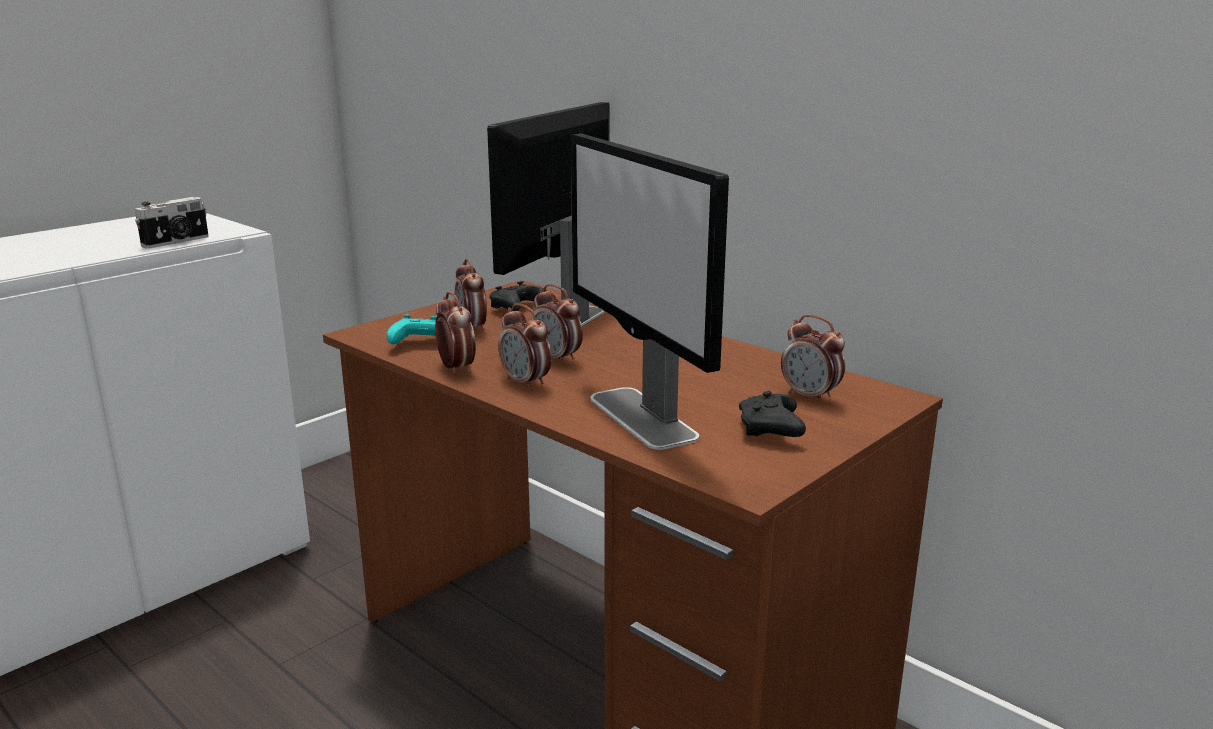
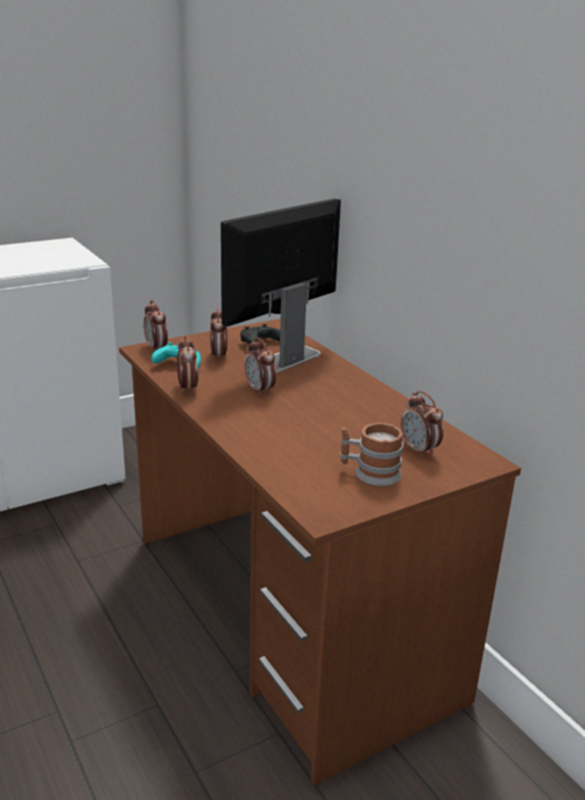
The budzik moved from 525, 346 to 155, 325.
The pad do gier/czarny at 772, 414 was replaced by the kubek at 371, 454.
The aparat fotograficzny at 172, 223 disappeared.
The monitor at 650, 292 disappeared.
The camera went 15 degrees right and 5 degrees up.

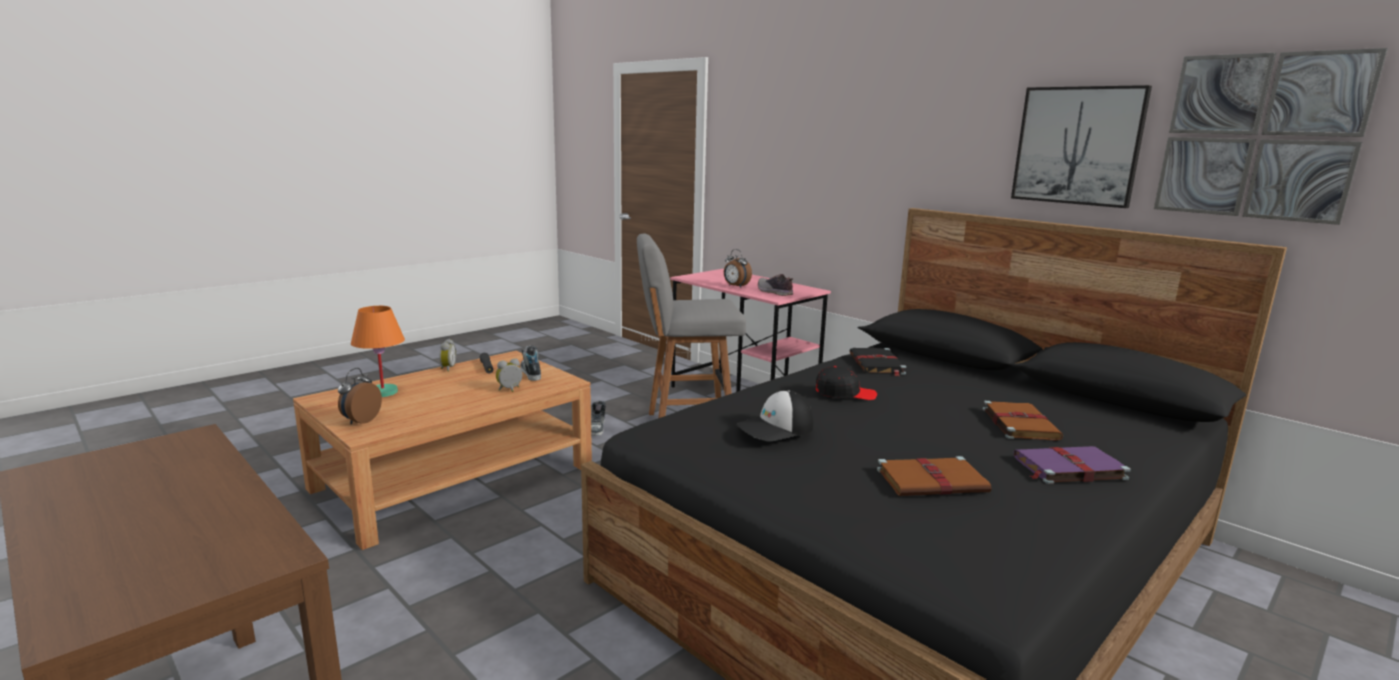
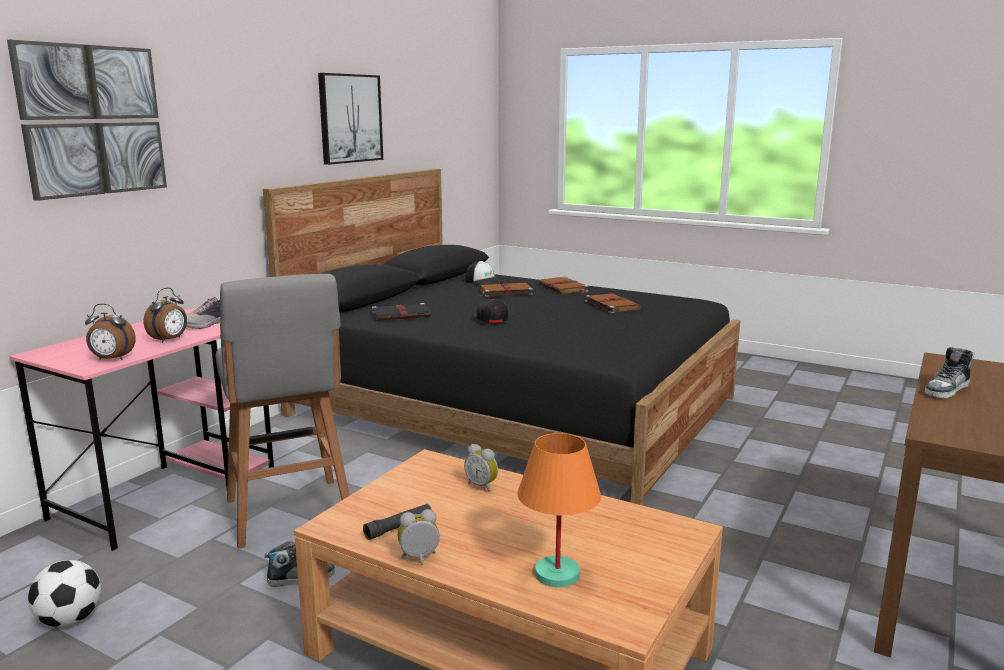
The obraz moved from 1271, 136 to 87, 120.
The piłka futbolowa at 64, 593 appeared.
The budzik moved from 360, 396 to 110, 332.
The czapka z daszkiem moved from 774, 416 to 484, 273.
The książka/fioletowy at 1072, 465 became the książka/brązowy at 563, 285.
The but moved from 530, 363 to 949, 373.
The camera went 105 degrees left and 0 degrees up.

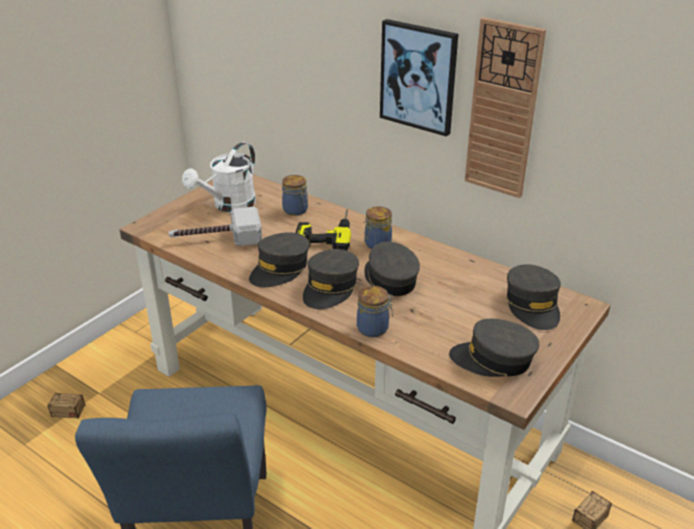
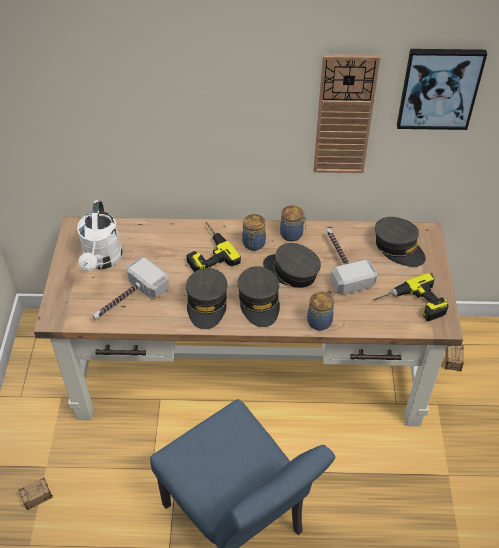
The słoik moved from 295, 195 to 293, 223.
The młotek at 351, 261 appeared.
The czapka z daszkiem/szary at 494, 348 was replaced by the wiertarka at 411, 297.
The obraz moved from 419, 78 to 442, 89.
The camera went 35 degrees left and 15 degrees up.

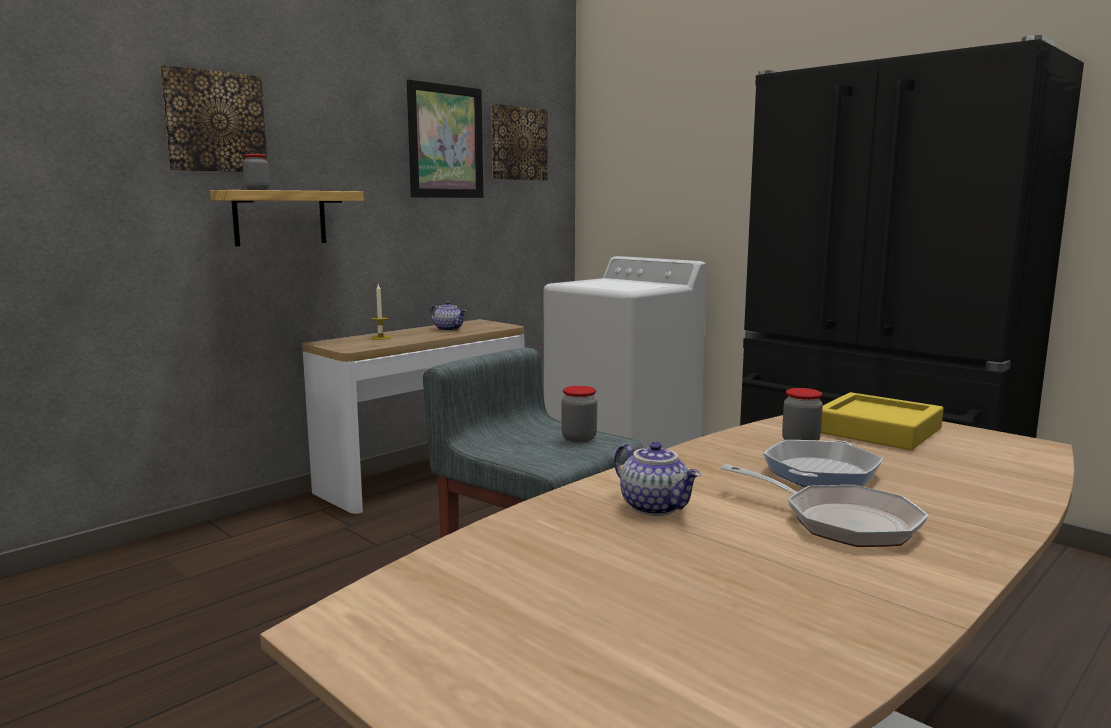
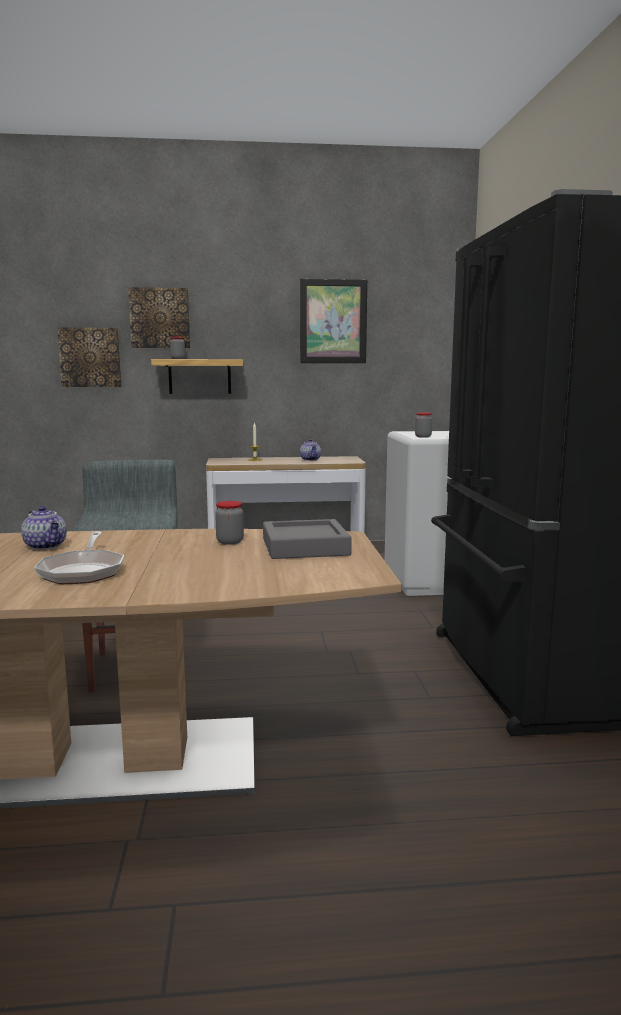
The imbryk at 657, 479 turned 45 degrees counterclockwise.
The obraz moved from 519, 142 to 89, 357.
The taca/żółty at 882, 421 became the taca/szary at 307, 539.
The słoik moved from 579, 414 to 423, 425.
The patelnia at 823, 463 disappeared.
The camera went 40 degrees right and 0 degrees up.

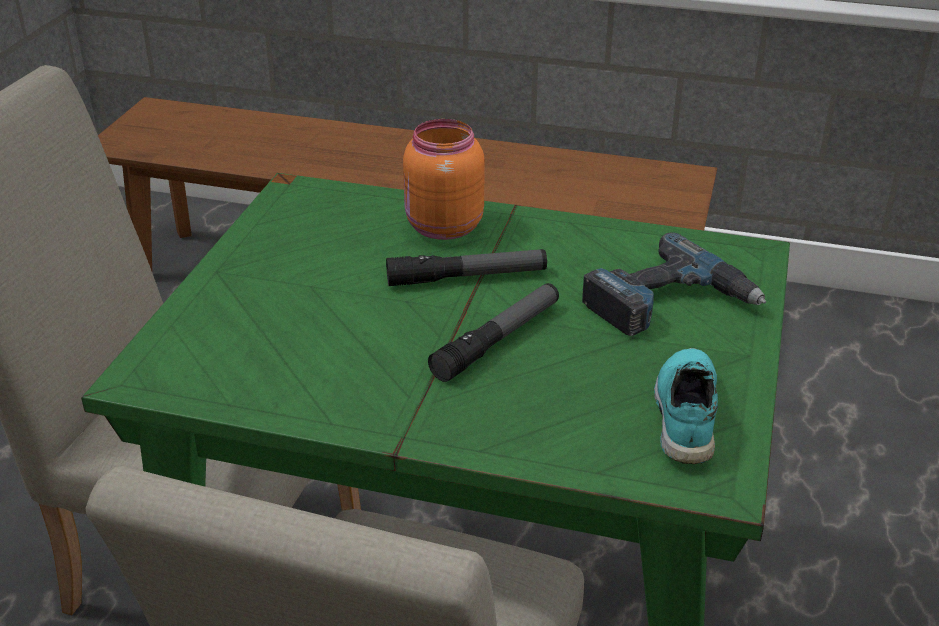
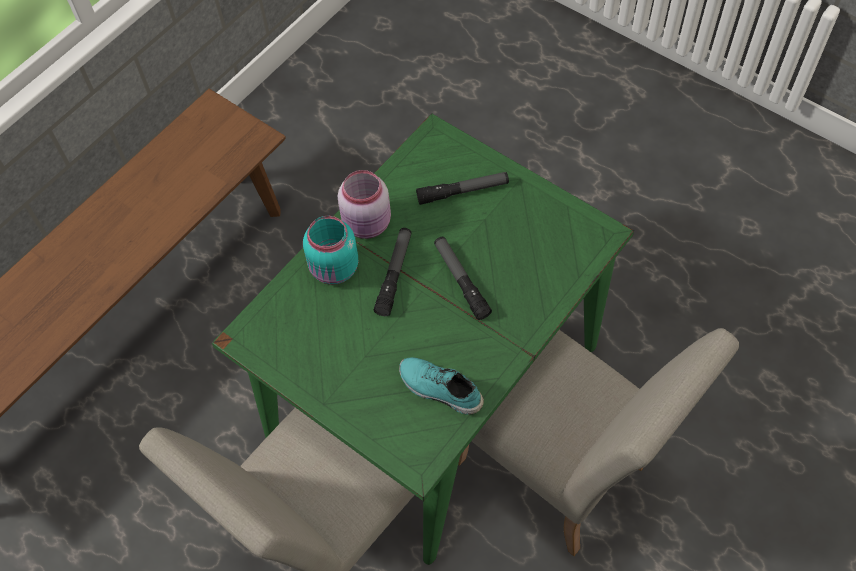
The słoik/pomarańczowy at 444, 179 became the słoik/turkusowy at 330, 250.
The słoik/różowy at 364, 204 appeared.
The but/turkusowy moved from 686, 406 to 441, 386.
The wiertarka at 674, 284 was replaced by the latarka at 462, 188.
The camera went 65 degrees left and 25 degrees up.

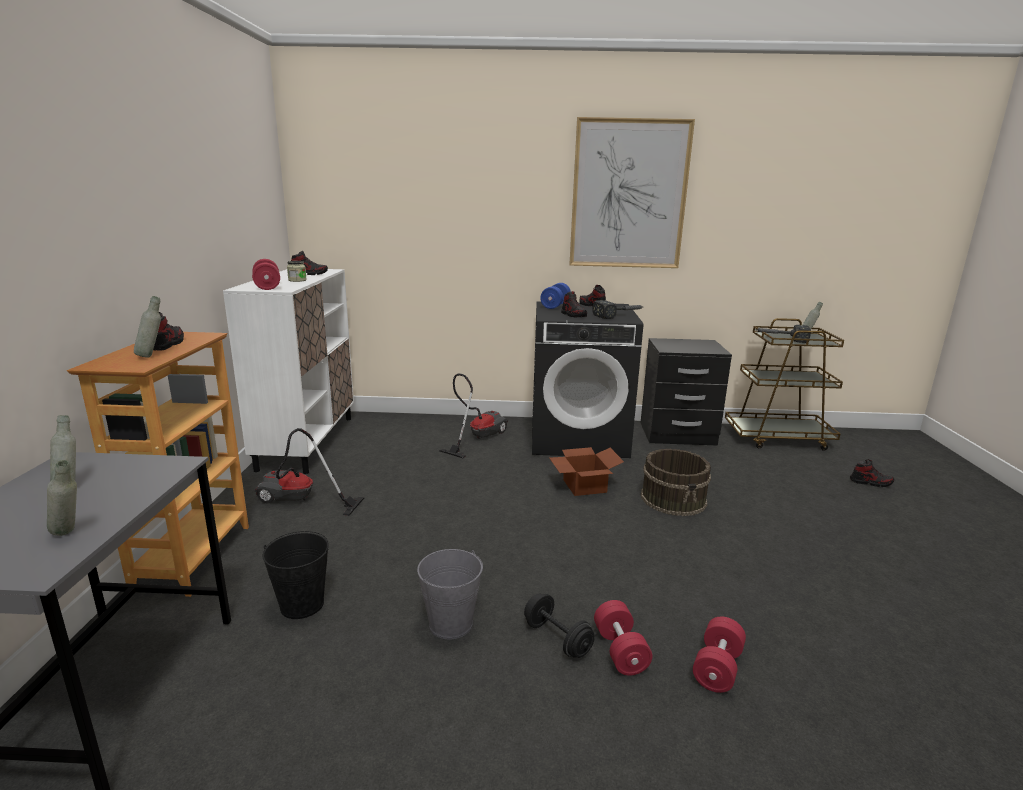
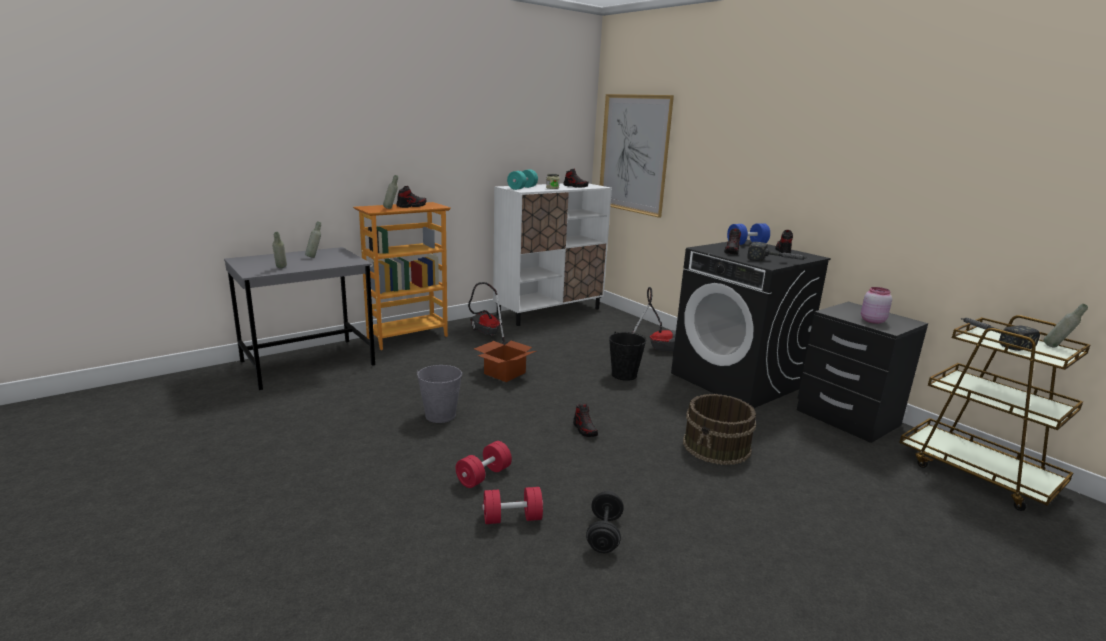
The karton moved from 586, 471 to 505, 361.
The hantel/czerwony at 266, 274 became the hantel/turkusowy at 522, 179.
The but moved from 872, 473 to 585, 420.
The hantel/czarny moved from 559, 626 to 605, 522.
The obraz moved from 632, 192 to 637, 156.
The wiadro/czarny moved from 295, 575 to 628, 356.
The słoik/różowy at 876, 305 appeared.
The camera went 50 degrees right and 0 degrees up.

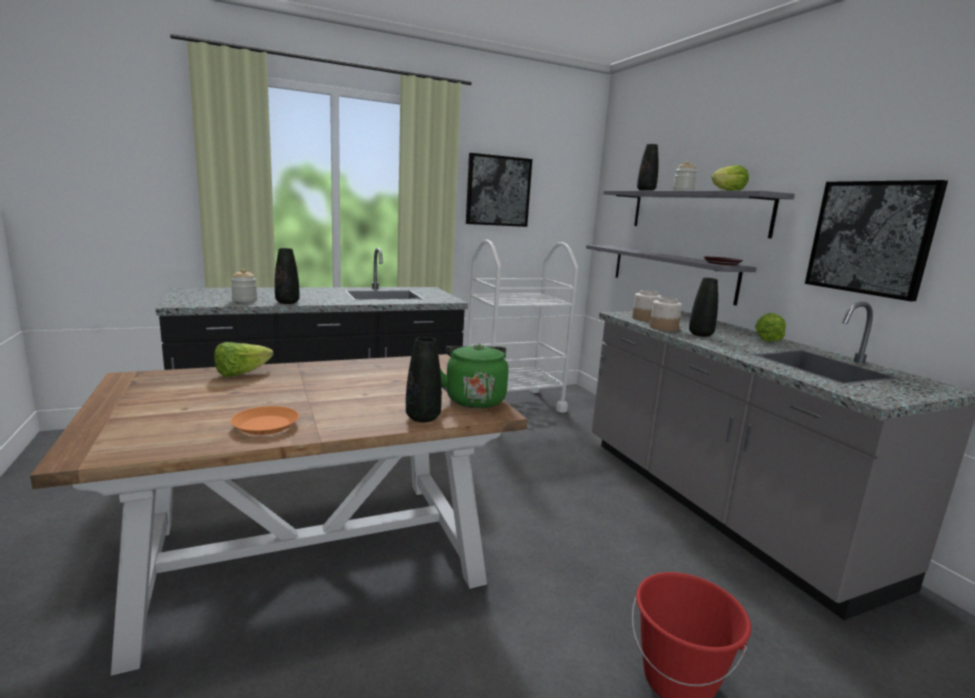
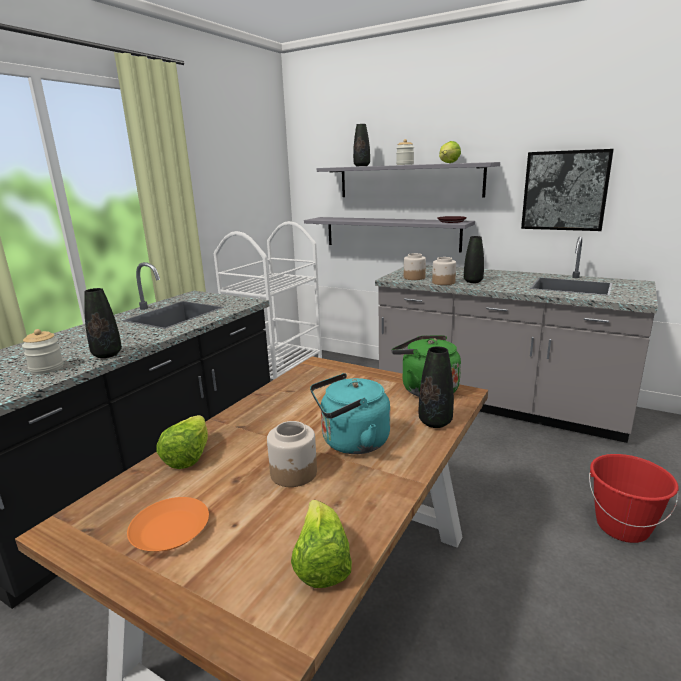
The talerz/pomarańczowy moved from 265, 420 to 168, 524.
The słoik at 292, 454 appeared.
The sałata moved from 770, 327 to 321, 544.
The czajnik/turkusowy at 350, 413 appeared.
The obraz at 499, 190 disappeared.
The camera went 35 degrees left and 5 degrees up.

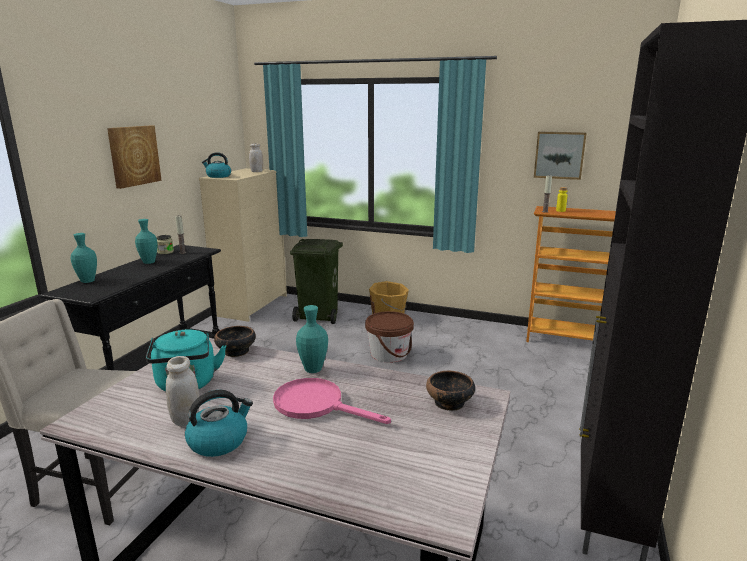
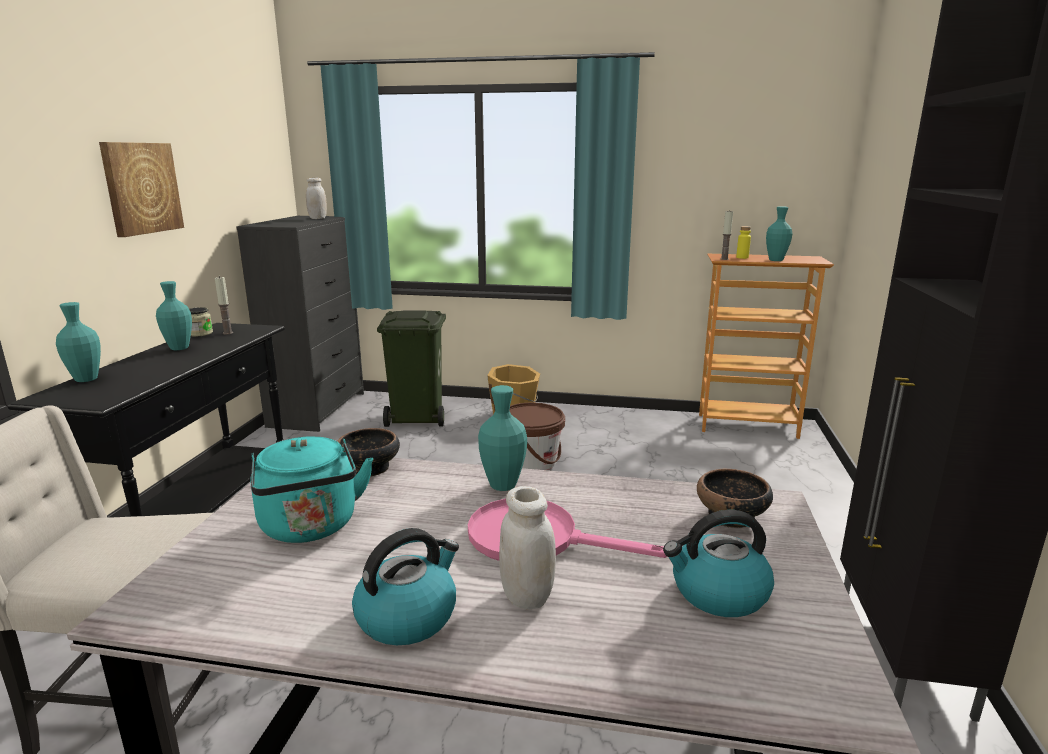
The komoda/beżowy at 243, 245 became the komoda/czarny at 300, 324.
The słoik/biały moved from 182, 391 to 527, 547.
The czajnik moved from 216, 165 to 718, 563.
The wazon/turkusowy at 779, 233 appeared.
The obraz at 560, 156 disappeared.
The camera went 10 degrees left and 0 degrees up.

